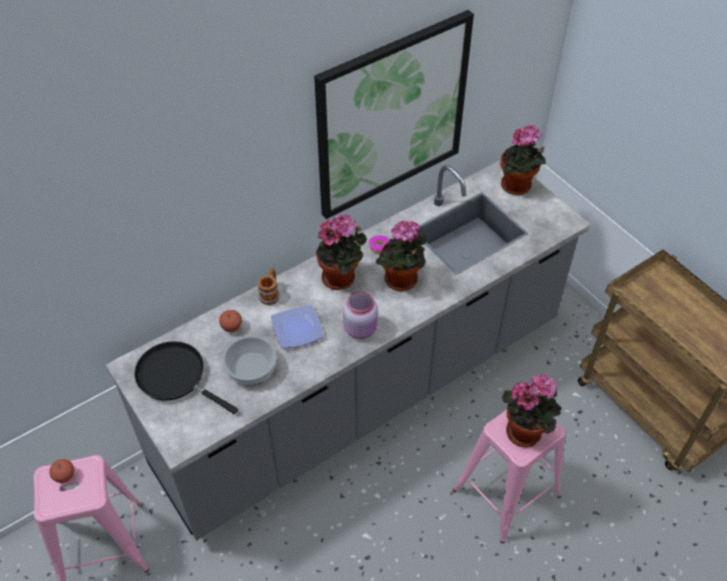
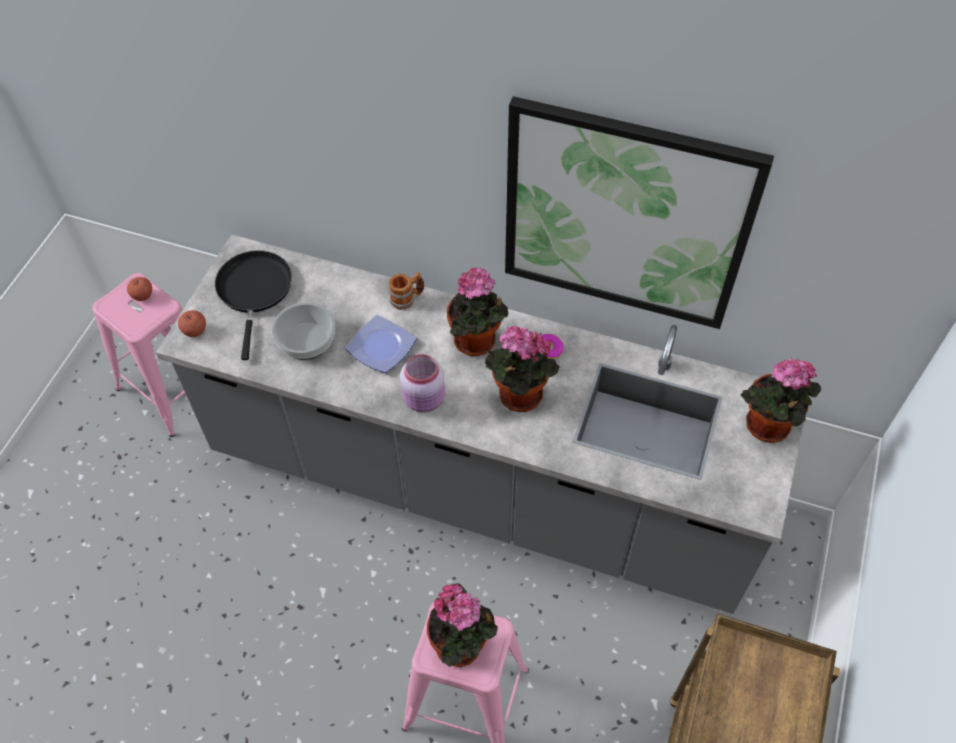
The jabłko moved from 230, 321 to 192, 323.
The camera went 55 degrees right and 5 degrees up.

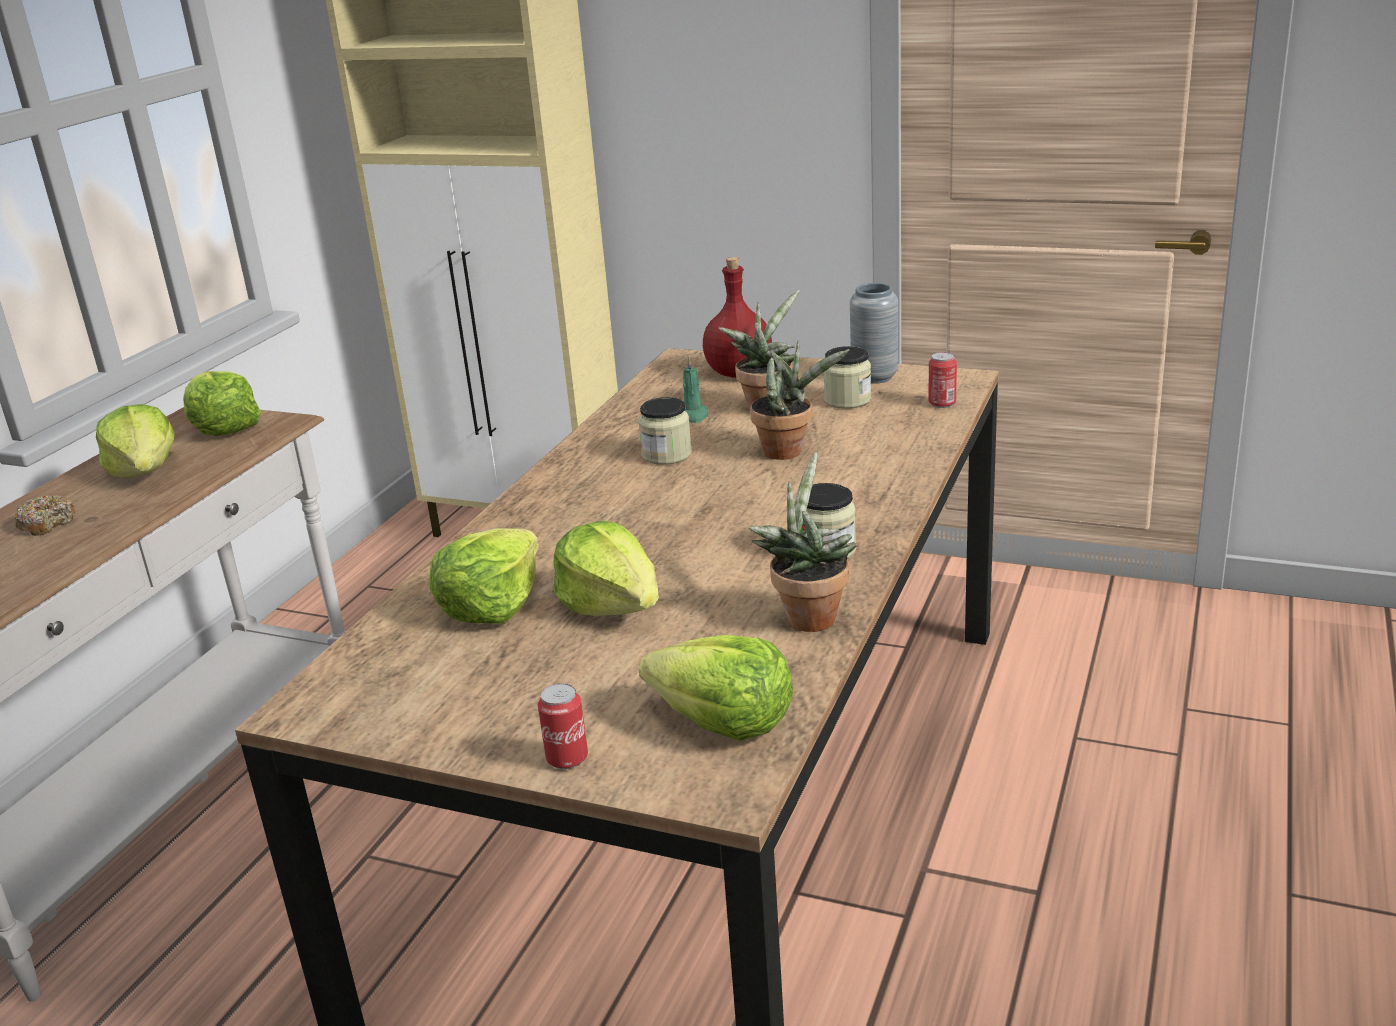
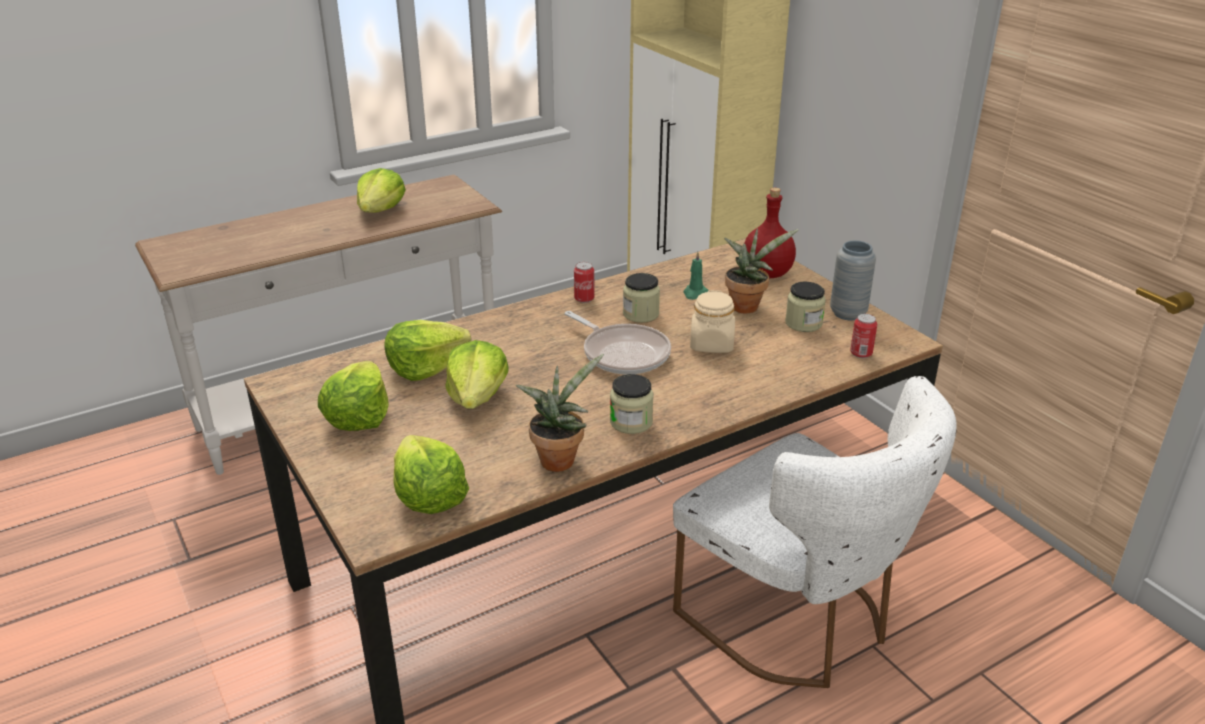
The sałata moved from 222, 403 to 353, 396.
The patelnia at 618, 343 appeared.
The puszka moved from 563, 726 to 584, 282.
The krzesło/biały at 815, 532 appeared.
The roślina doniczkowa at 799, 400 was replaced by the słoik/beżowy at 712, 321.
The donut at 45, 515 disappeared.
The camera went 35 degrees right and 5 degrees up.

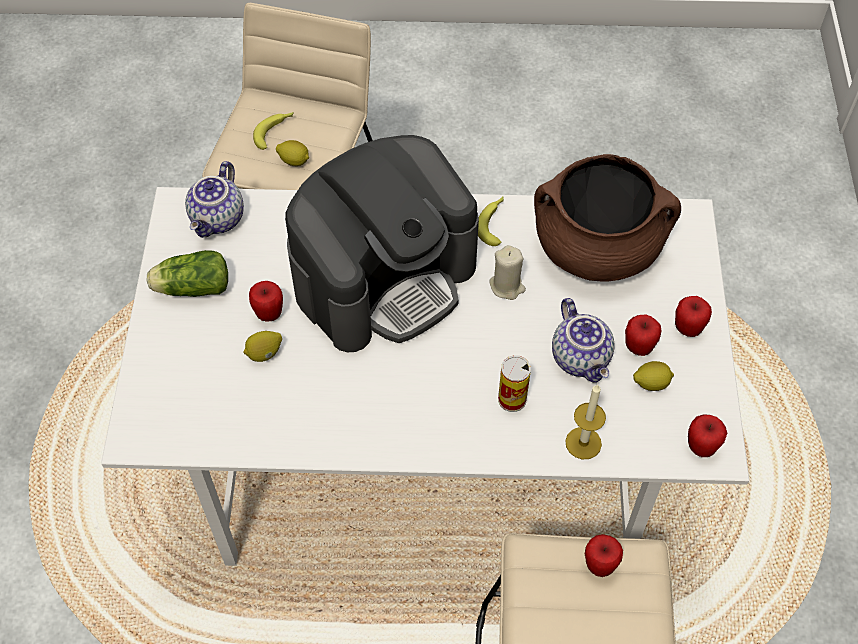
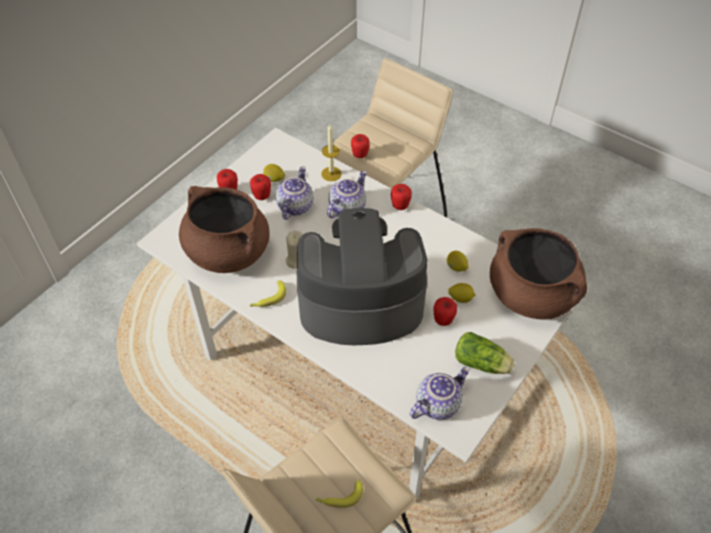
The puszka at 514, 383 was replaced by the imbryk at 347, 194.
The jabłko moved from 707, 435 to 401, 197.
The cytryna moved from 292, 153 to 458, 261.
The garnek/brązowy at 538, 274 appeared.
The camera went 145 degrees left and 5 degrees down.

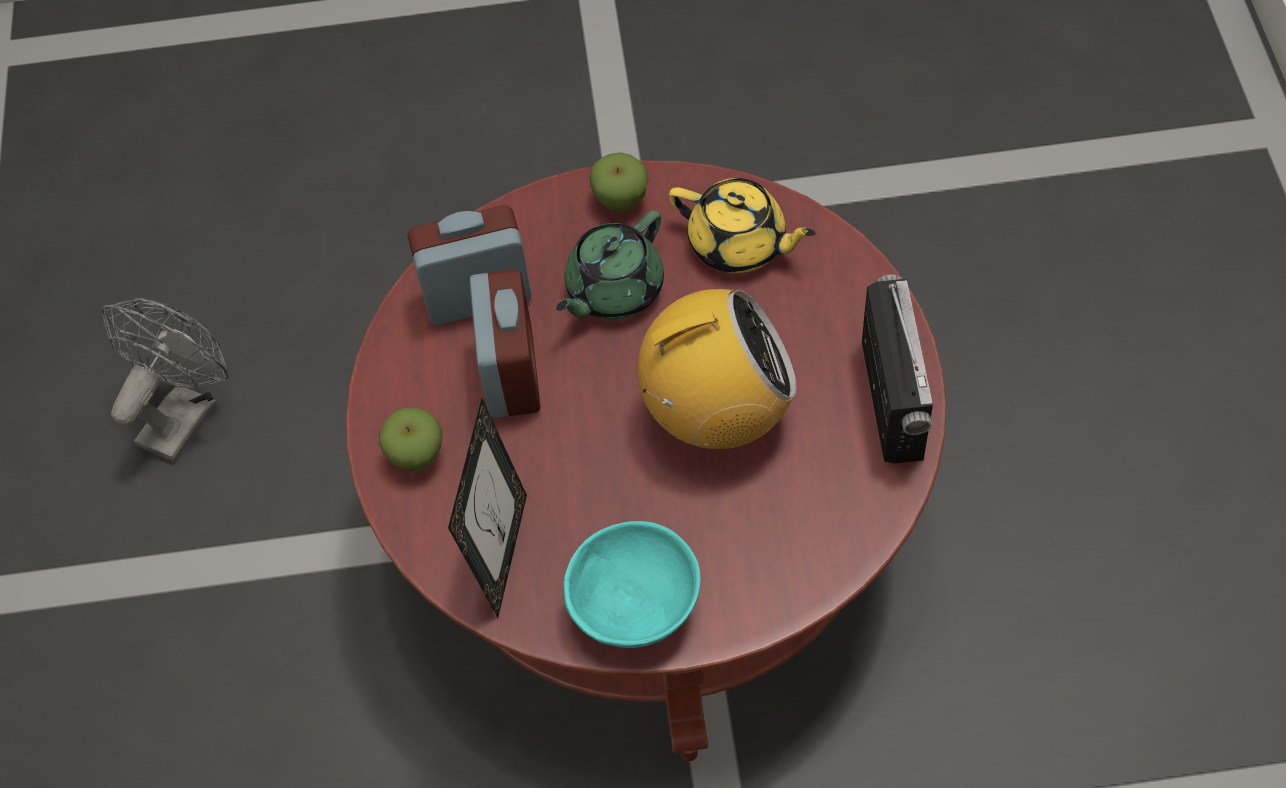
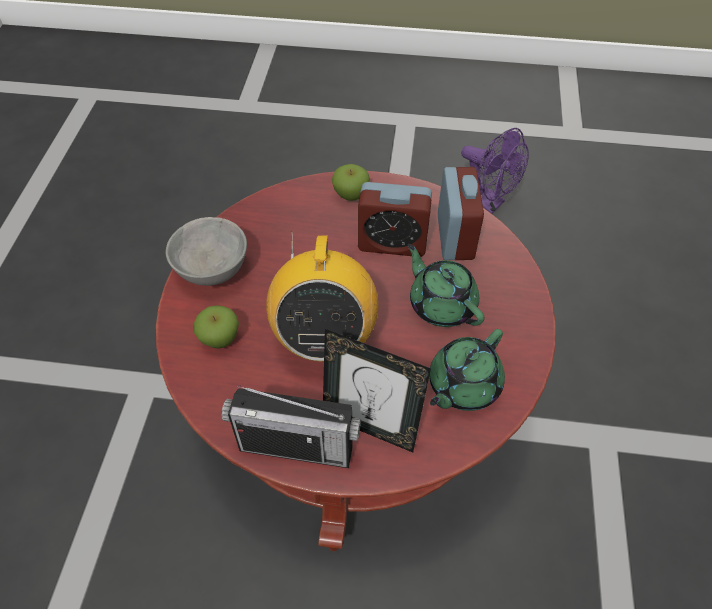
The miska/turkusowy at 632, 584 became the miska/szary at 206, 251.
The jabłko moved from 619, 182 to 216, 326.
The ramka na zdjęcie moved from 487, 508 to 377, 390.
The imbryk/żółty at 742, 225 became the imbryk/zielony at 467, 370.
The wentylator/szary at 165, 380 became the wentylator/fioletowy at 495, 171.
The camera went 100 degrees right and 5 degrees down.

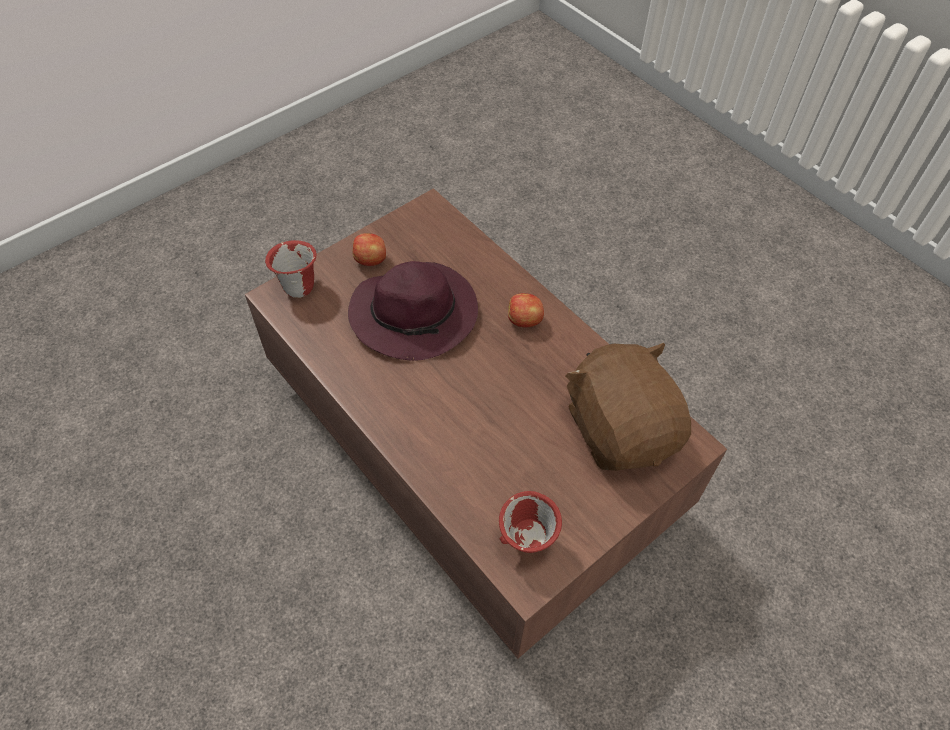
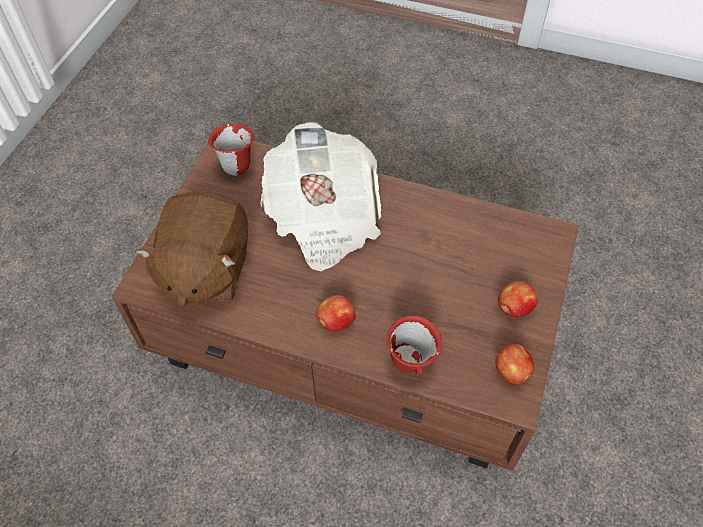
The pluszak/brązowy at 628, 407 turned 60 degrees clockwise.
The gazeta at 320, 196 appeared.
The kubek/czerwony moved from 291, 269 to 414, 345.
The jabłko at 515, 364 appeared.
The kapelusz/fioletowy at 413, 311 disappeared.
The camera went 150 degrees right and 0 degrees up.

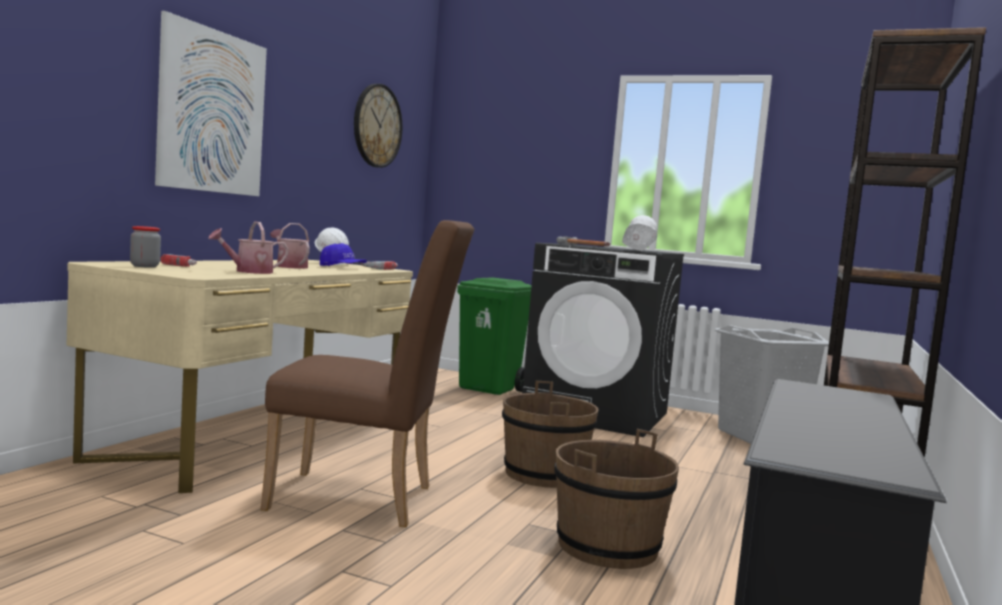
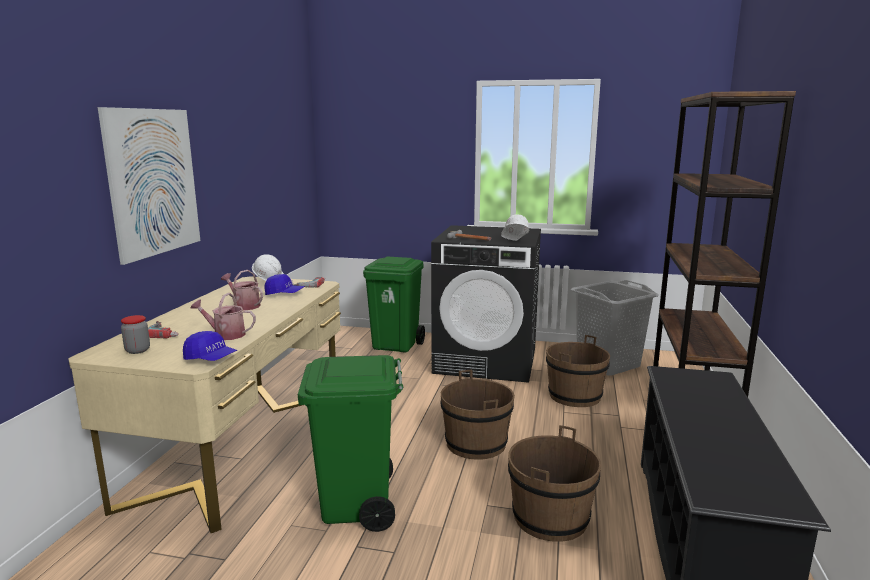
The czapka z daszkiem/niebieski at 210, 346 appeared.
The konewka at 248, 248 turned 60 degrees clockwise.
The krzesło/brązowy at 368, 373 was replaced by the kosz na śmieci/zielony at 350, 443.
The wiadro/brązowy at 578, 371 appeared.
The zegar ścienny at 378, 126 disappeared.
The camera went 10 degrees left and 10 degrees up.

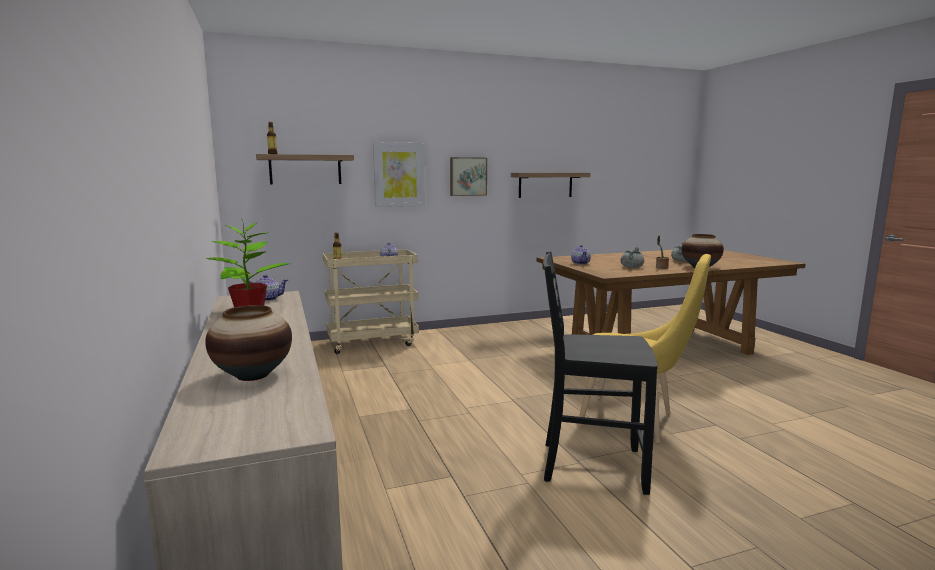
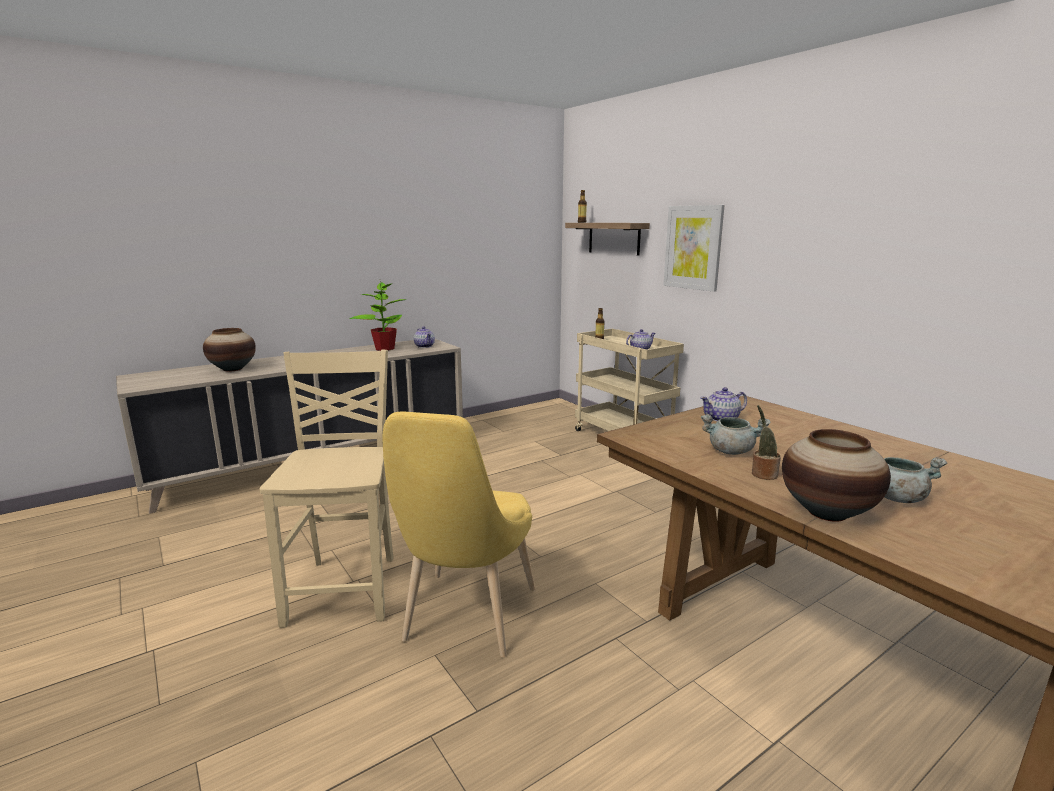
The krzesło/czarny at 600, 373 became the krzesło/beżowy at 326, 489.
The obraz at 468, 176 disappeared.
The półka at 551, 185 disappeared.
The camera went 75 degrees right and 5 degrees up.

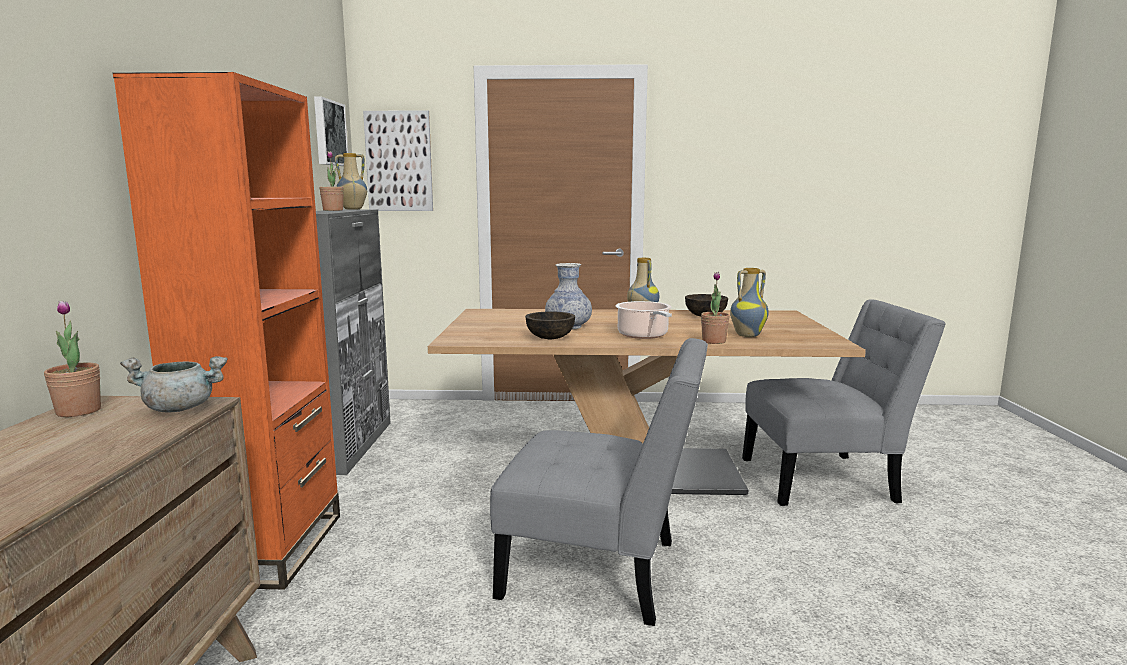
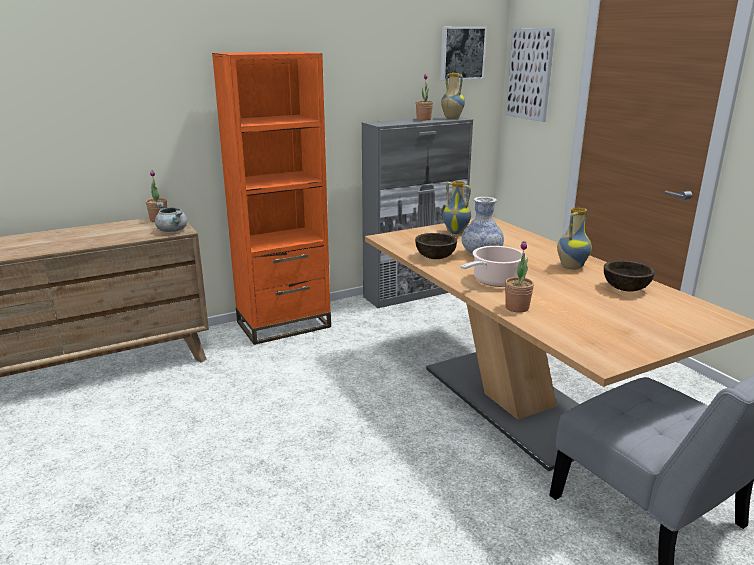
The wazon moved from 749, 302 to 457, 207.
The krzesło/szary at 599, 482 disappeared.
The camera went 60 degrees right and 10 degrees up.

